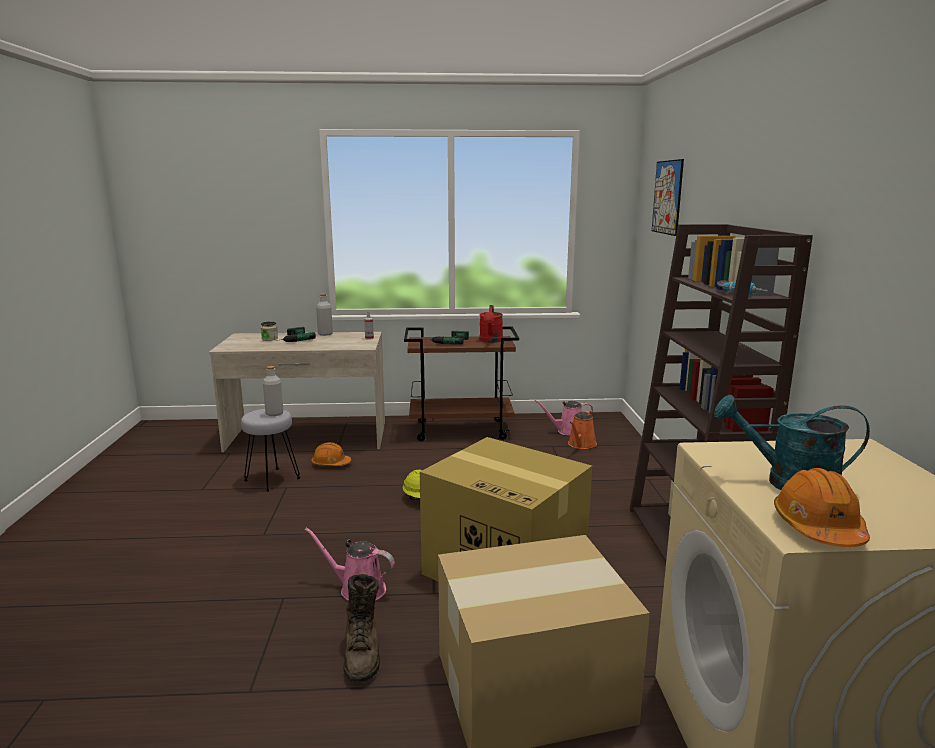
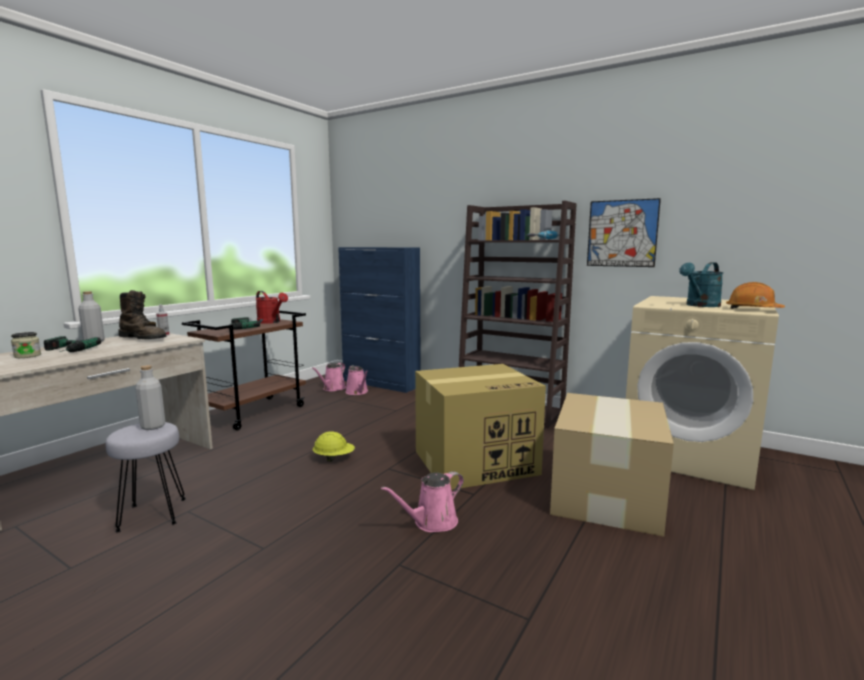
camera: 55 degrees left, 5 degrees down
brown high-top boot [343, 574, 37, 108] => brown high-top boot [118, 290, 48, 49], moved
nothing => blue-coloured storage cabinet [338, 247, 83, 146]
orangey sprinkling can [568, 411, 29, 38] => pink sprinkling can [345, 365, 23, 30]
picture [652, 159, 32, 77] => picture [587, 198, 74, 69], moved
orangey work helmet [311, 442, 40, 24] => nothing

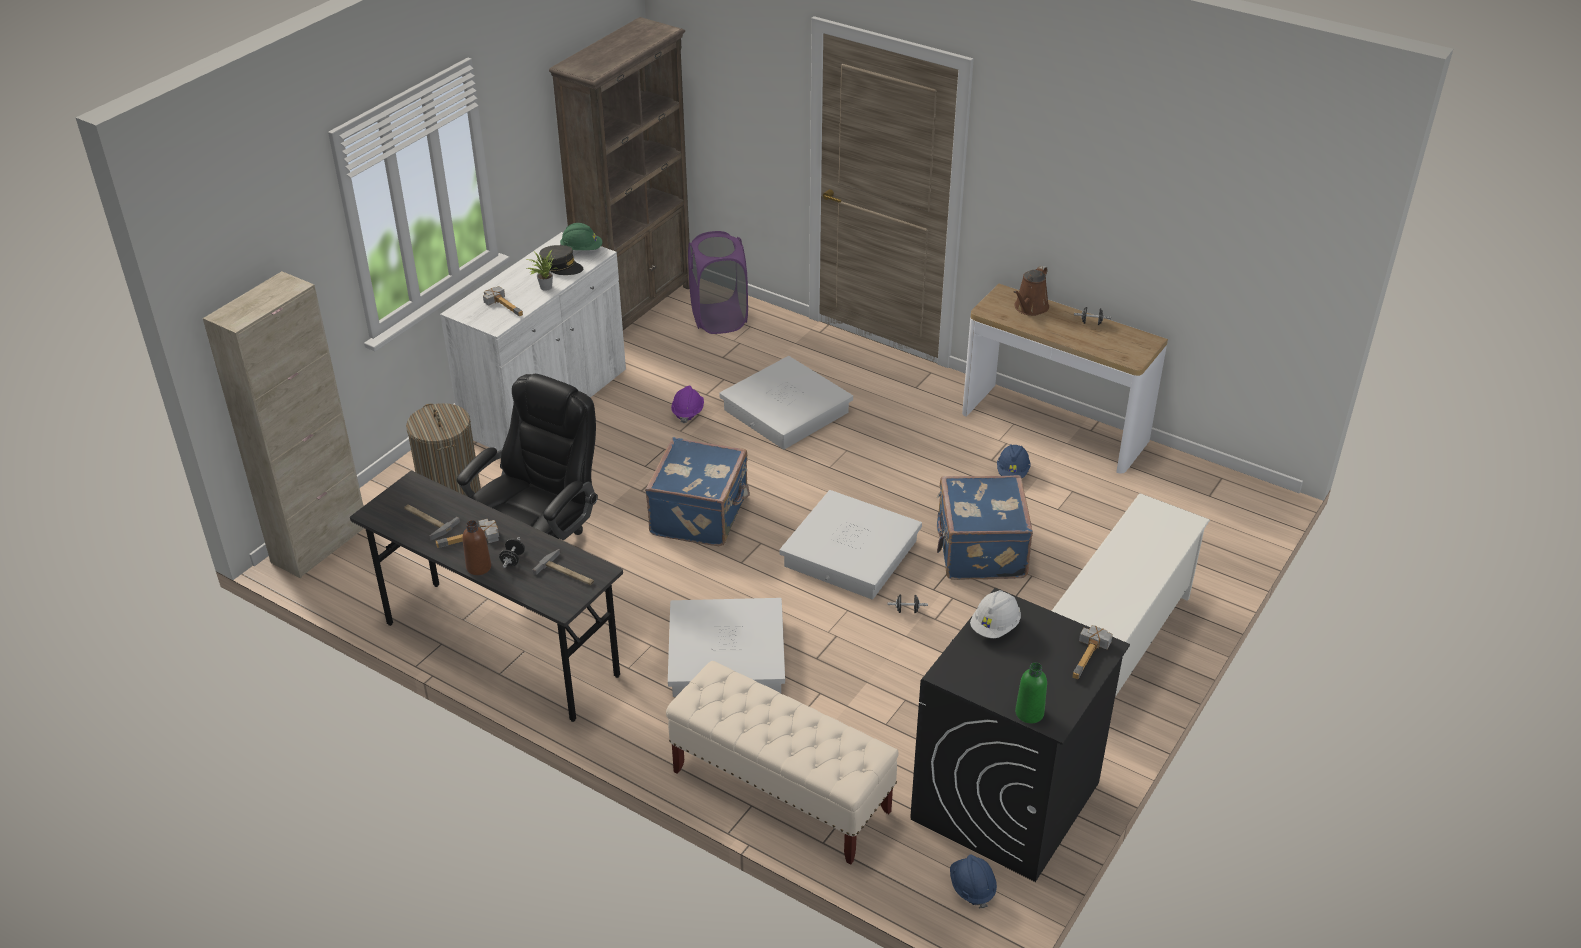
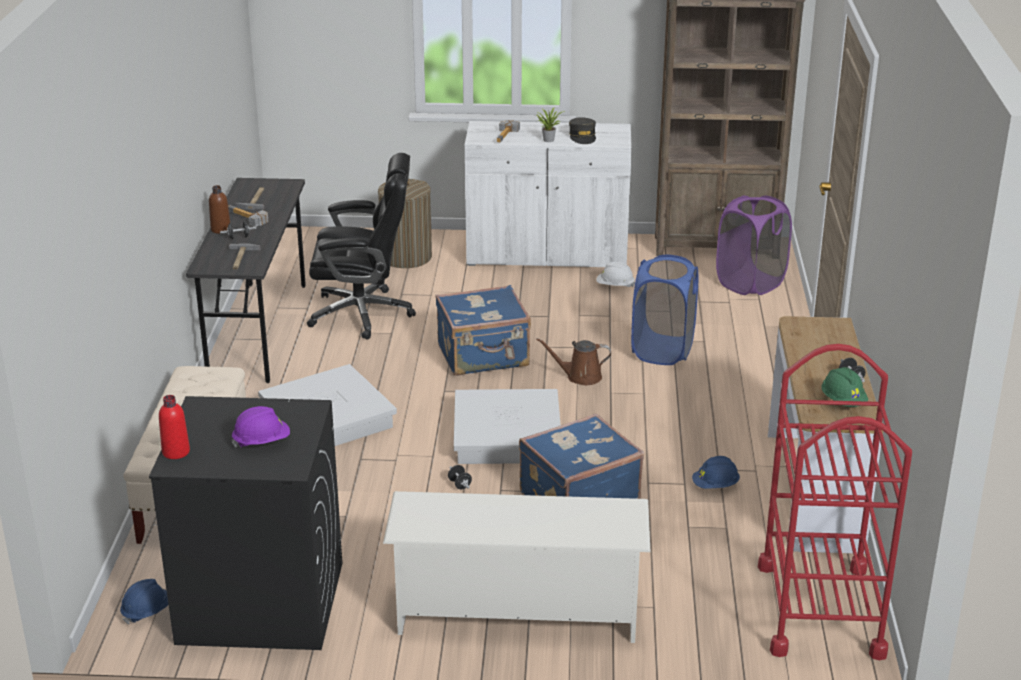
camera: 60 degrees right, 10 degrees down
greenish drink bottle [1015, 662, 32, 61] => red-coloured drink bottle [159, 395, 31, 64]
purplish work helmet [671, 386, 33, 37] => purplish work helmet [232, 406, 58, 42], moved
brown sprinkling can [1014, 266, 35, 50] => brown sprinkling can [536, 338, 75, 47], moved
white-coloured work helmet [970, 590, 51, 48] => white-coloured work helmet [596, 262, 39, 25], moved
white-coloured storage container [719, 356, 134, 94] => blue-coloured washing basket [631, 255, 68, 110]
nothing => red-coloured cart [758, 344, 154, 316]
greenish work helmet [560, 223, 42, 27] => greenish work helmet [821, 367, 47, 40], moved
beige-coloured storage cabinet [203, 271, 161, 307] => nothing
hammer [1072, 625, 41, 54] => nothing

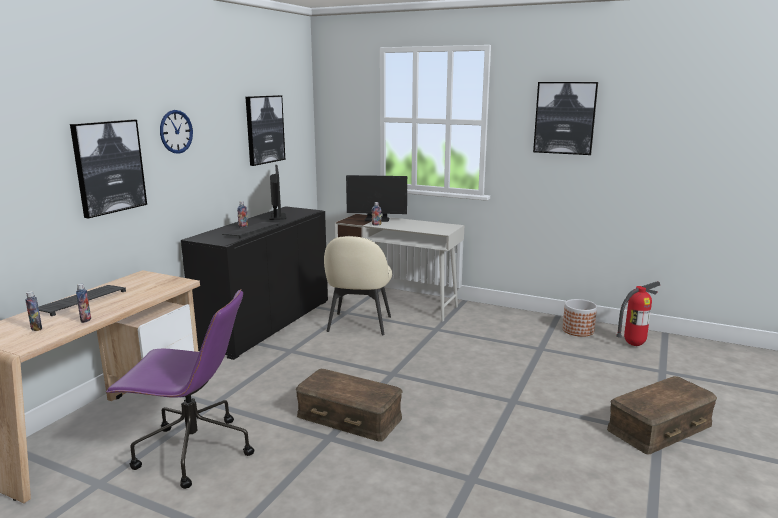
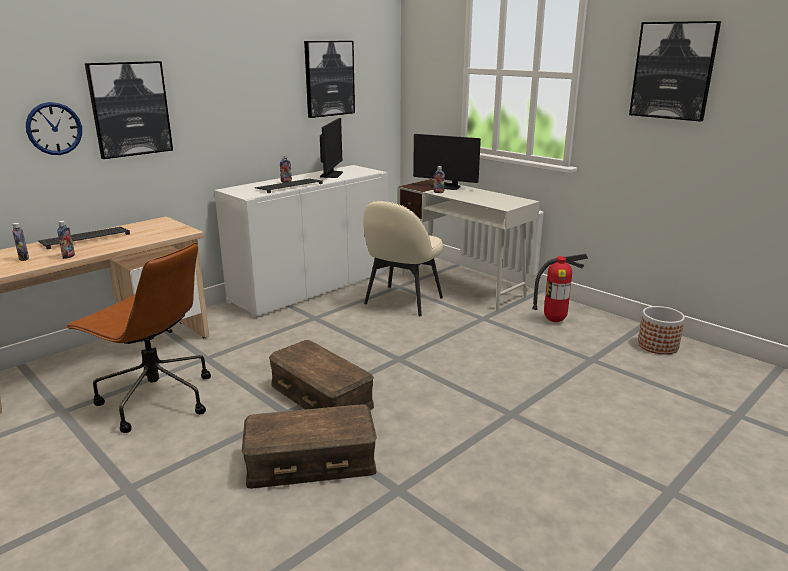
camera: 20 degrees right, 5 degrees up
clock on the wall [160, 110, 33, 44] => clock on the wall [26, 102, 56, 53], moved
purplish desk chair [106, 289, 148, 200] => brown desk chair [65, 242, 146, 191]
black-coloured storage cabinet [181, 206, 147, 154] => white-coloured storage cabinet [214, 165, 174, 153]
brown storage container [607, 376, 110, 78] => brown storage container [242, 404, 135, 85], moved
fire extinguisher [616, 281, 44, 65] => fire extinguisher [532, 254, 56, 68], moved

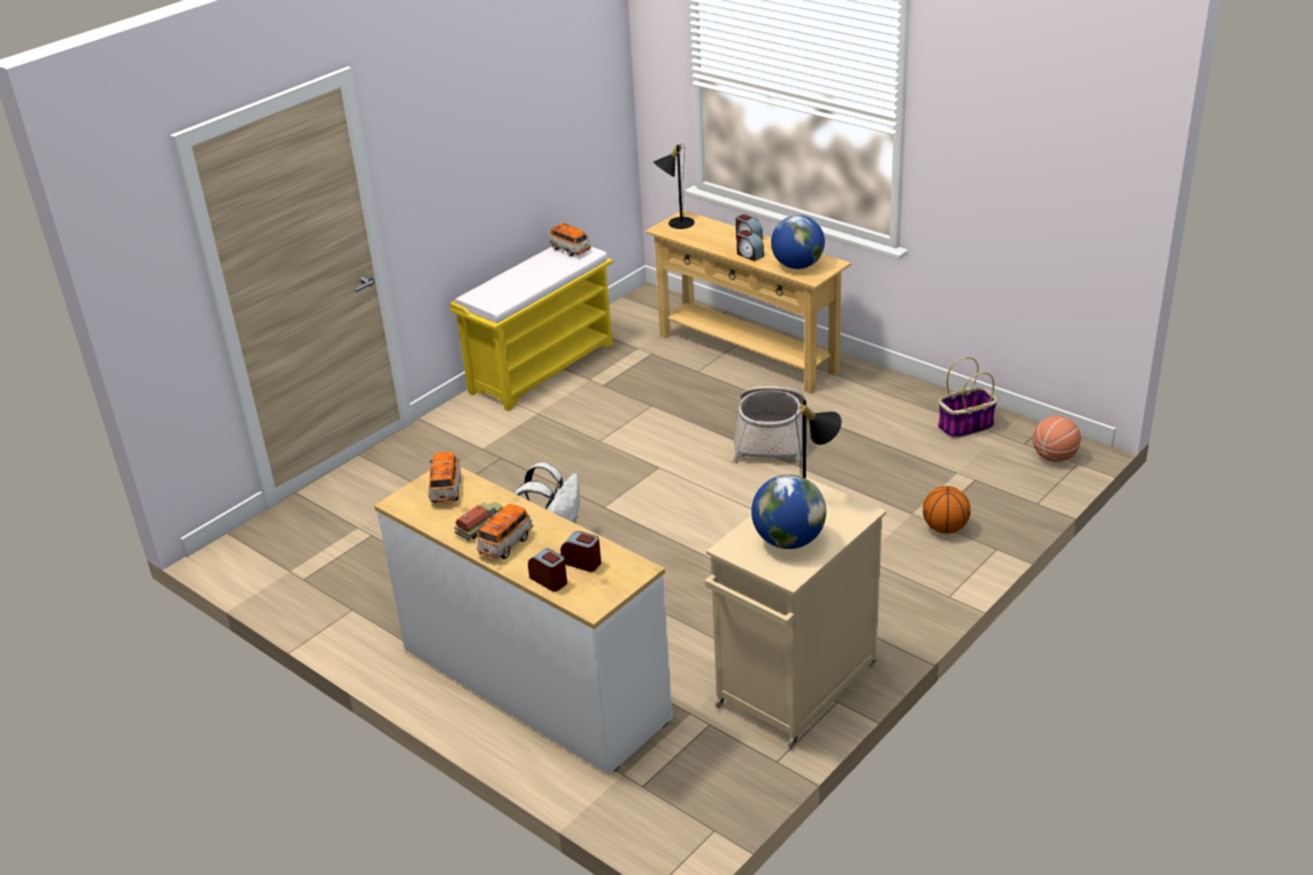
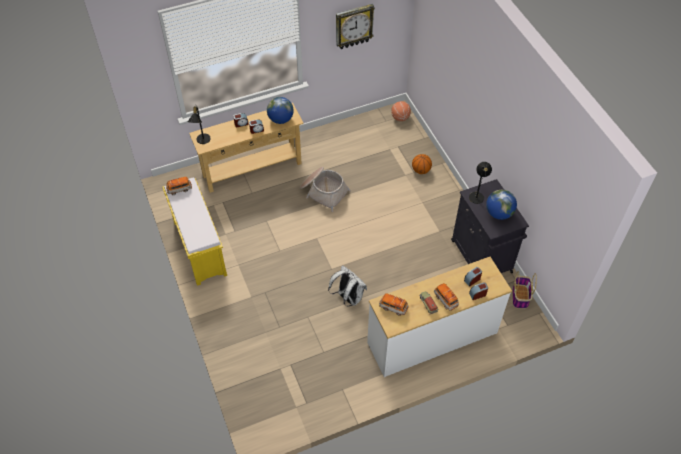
camera: 65 degrees left, 20 degrees up
nothing => clock on the wall [336, 4, 39, 45]
beige-coloured storage cabinet [705, 475, 181, 273] => black-coloured storage cabinet [451, 179, 78, 94]
storage basket [938, 357, 59, 81] => storage basket [513, 271, 24, 38], moved

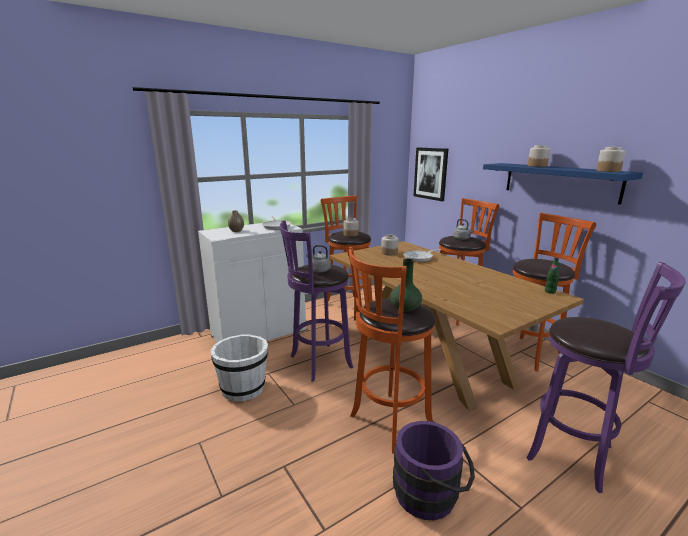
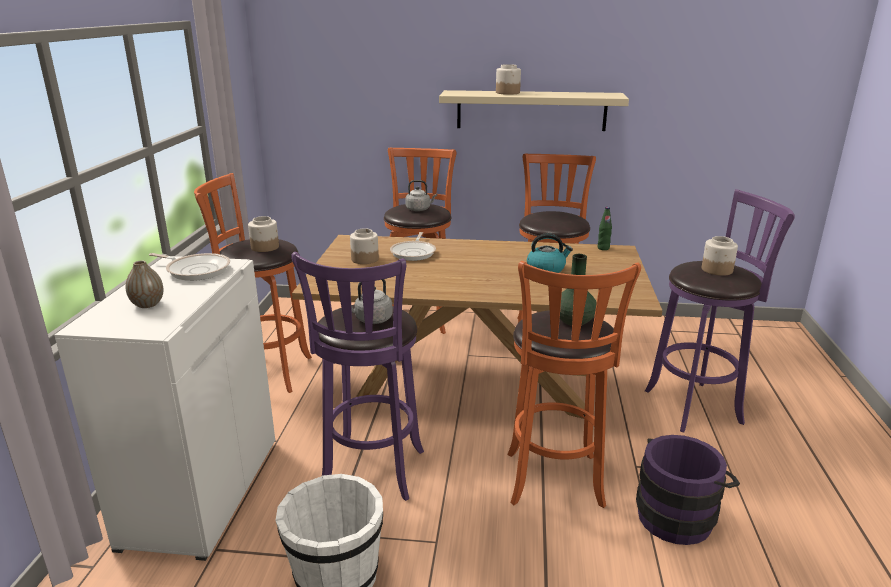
camera: 50 degrees left, 5 degrees up
blue-coloured bracket shelf [483, 163, 160, 42] => beige-coloured bracket shelf [439, 90, 190, 41]
nothing => tea kettle [527, 233, 46, 40]
storage jar [596, 147, 30, 25] => storage jar [702, 236, 36, 40], moved
picture [414, 148, 34, 53] => nothing

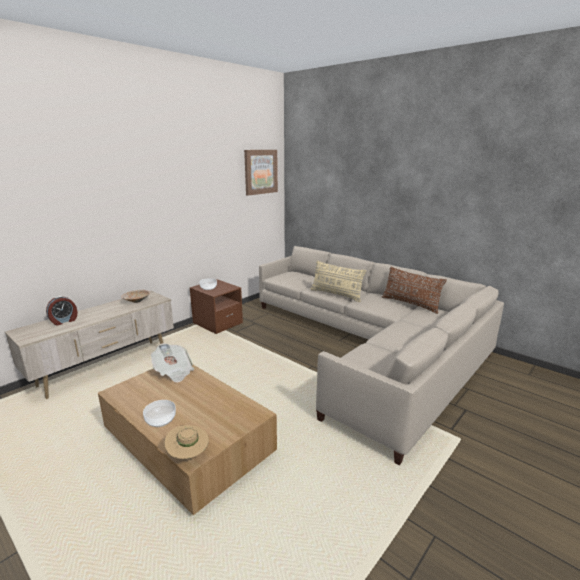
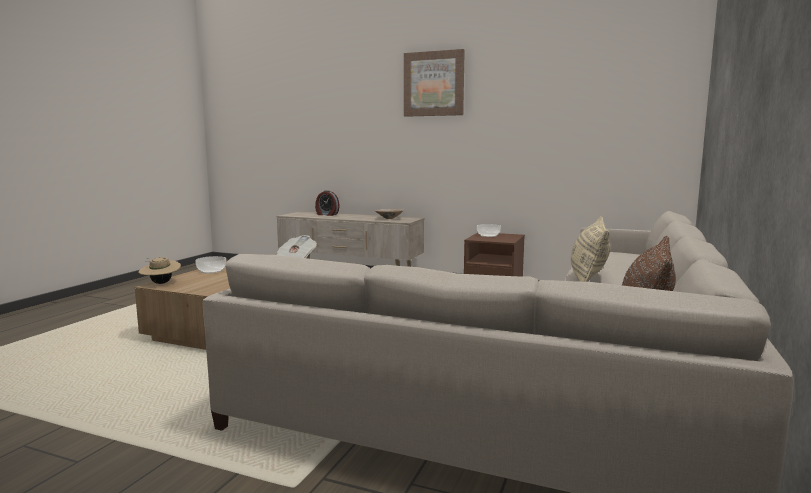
camera: 70 degrees right, 10 degrees down
picture [244, 150, 34, 46] => picture [404, 49, 61, 68], moved

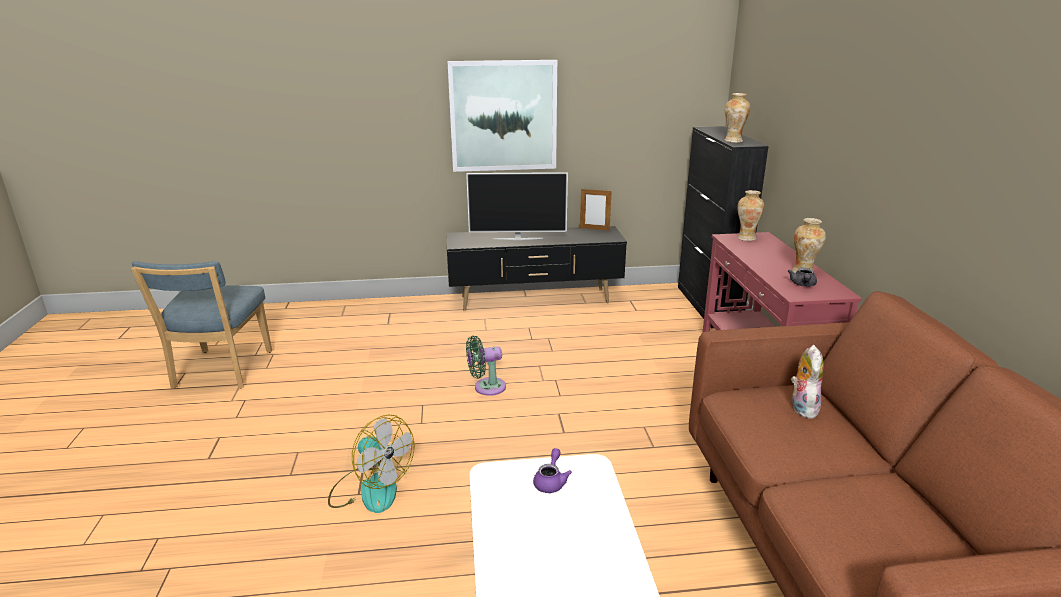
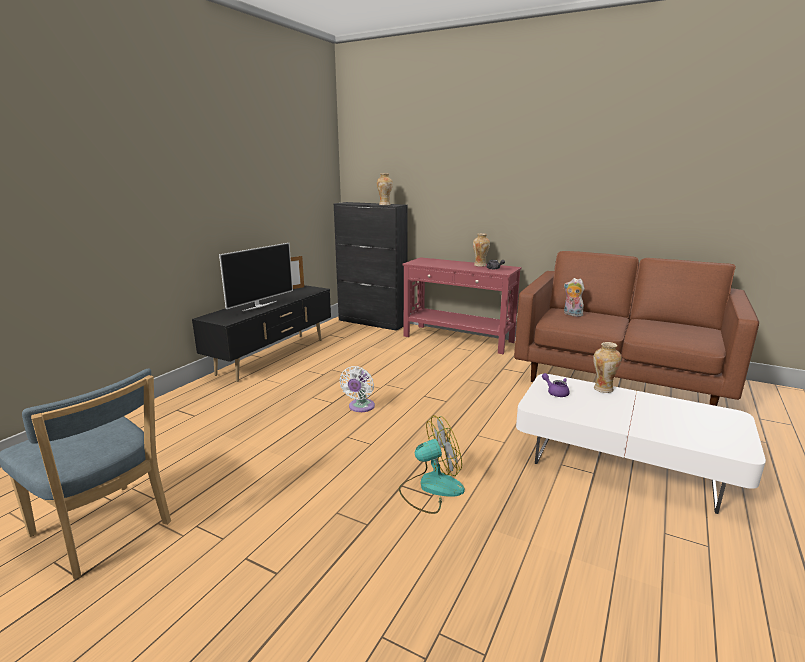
camera: 55 degrees left, 5 degrees down
greenish fan [466, 336, 40, 60] => white-coloured fan [340, 366, 35, 46]
vase [737, 190, 28, 51] => vase [593, 342, 29, 51], moved
picture [447, 60, 110, 112] => nothing

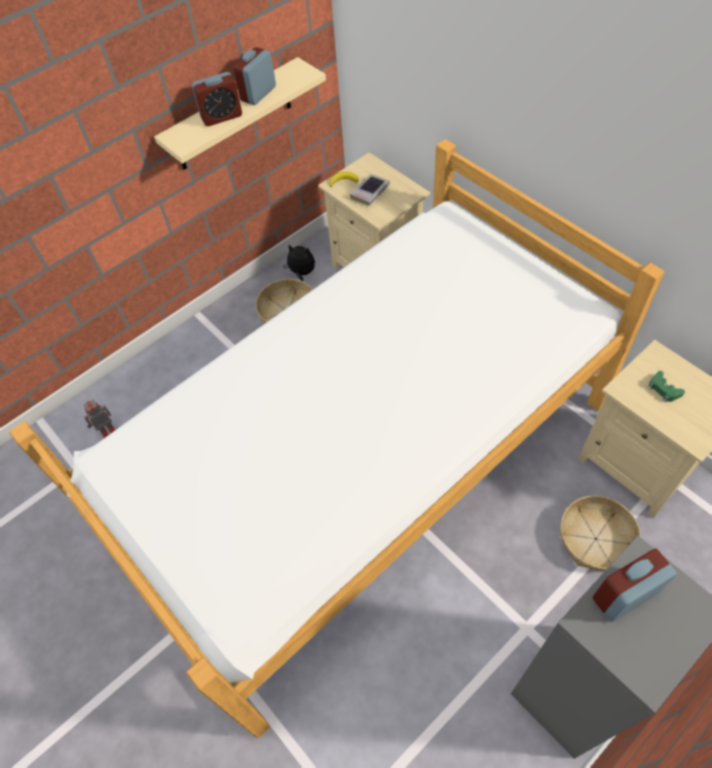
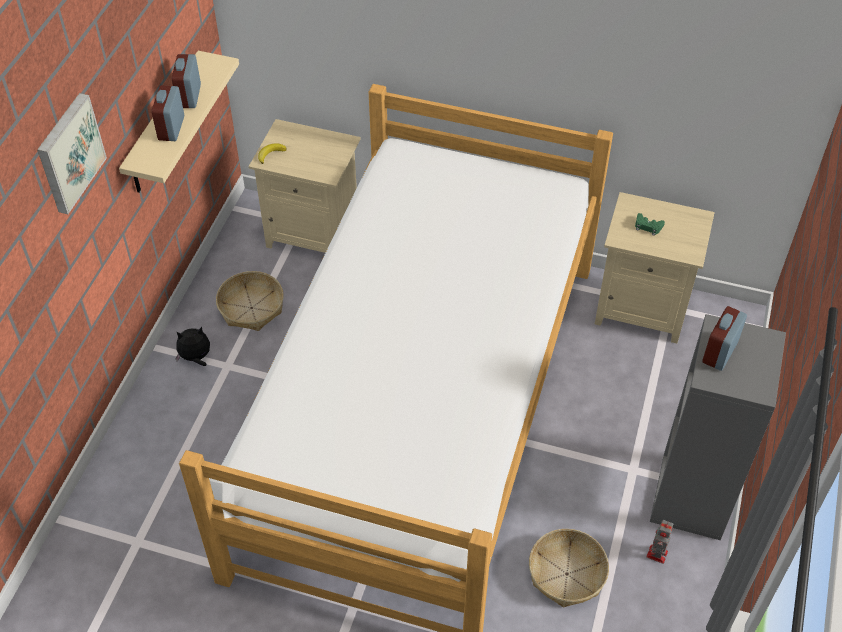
camera: 35 degrees left, 5 degrees down
nothing => picture [37, 93, 70, 121]
alarm clock [192, 72, 50, 54] => alarm clock [151, 85, 33, 56], 150 degrees clockwise
cuddly toy [283, 245, 32, 36] => cuddly toy [175, 327, 35, 39], moved
storage basket [560, 495, 81, 76] => storage basket [529, 529, 80, 79], moved
toy robot [84, 400, 31, 38] => toy robot [646, 520, 27, 44], moved
volume [350, 174, 40, 32] => nothing

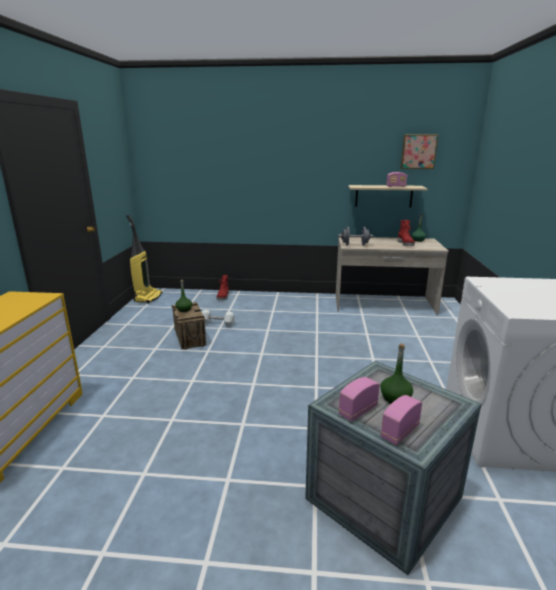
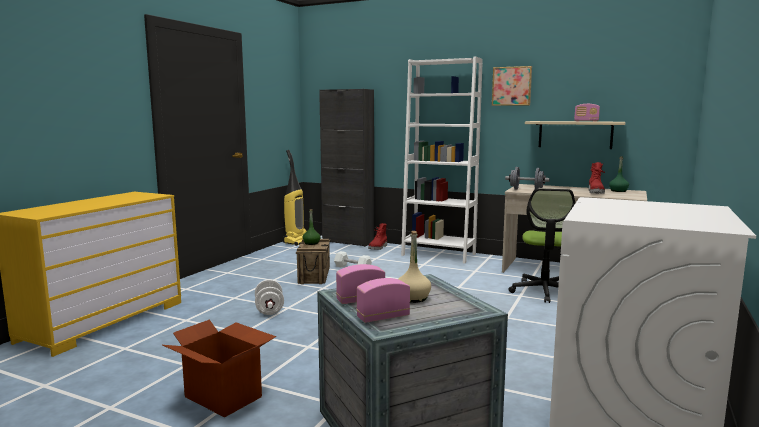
camera: 20 degrees right, 10 degrees down
nothing => carton [162, 319, 114, 98]
nothing => white-coloured hand weight [255, 279, 29, 36]
nothing => black-coloured storage cabinet [319, 89, 55, 158]
greenish drink bottle [381, 344, 32, 60] => beige-coloured drink bottle [398, 231, 33, 72]
nothing => white-coloured bookcase [401, 56, 82, 208]
picture [401, 135, 37, 34] => picture [492, 66, 40, 40], moved
nothing => desk chair [509, 188, 66, 115]

